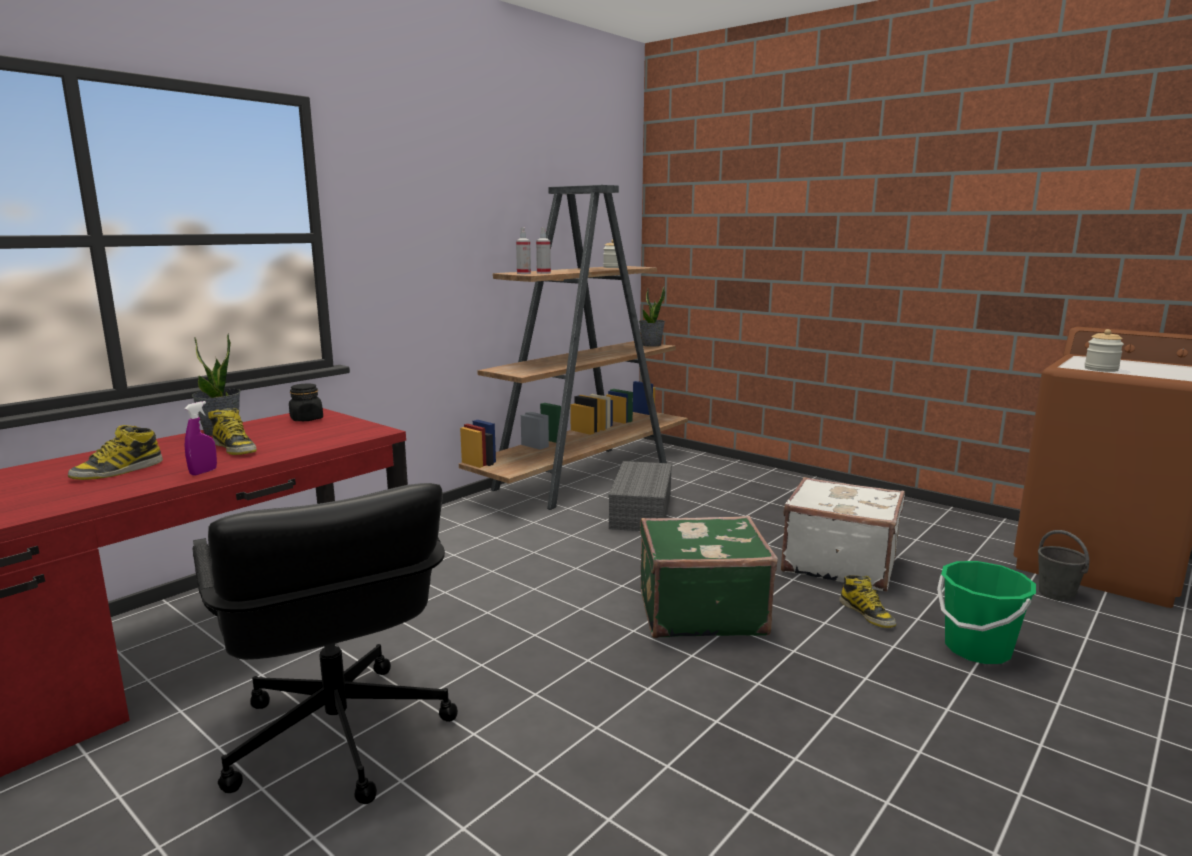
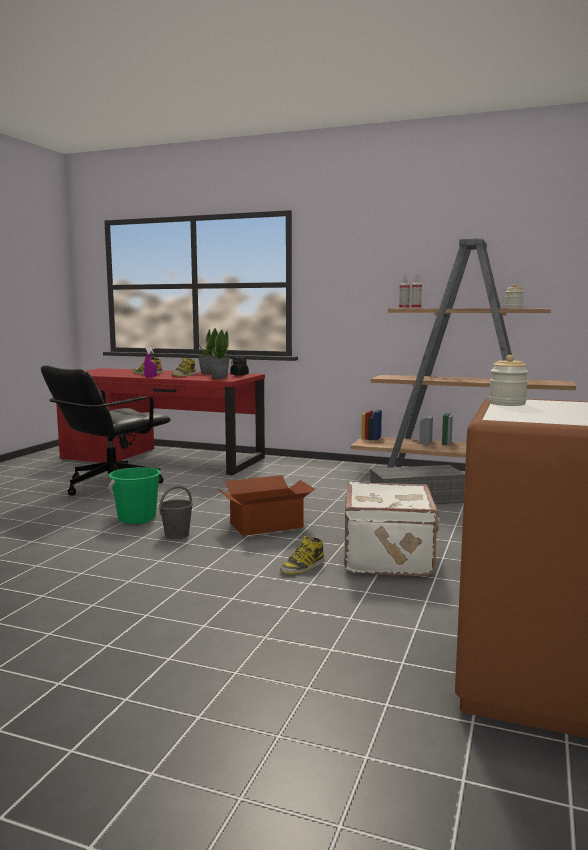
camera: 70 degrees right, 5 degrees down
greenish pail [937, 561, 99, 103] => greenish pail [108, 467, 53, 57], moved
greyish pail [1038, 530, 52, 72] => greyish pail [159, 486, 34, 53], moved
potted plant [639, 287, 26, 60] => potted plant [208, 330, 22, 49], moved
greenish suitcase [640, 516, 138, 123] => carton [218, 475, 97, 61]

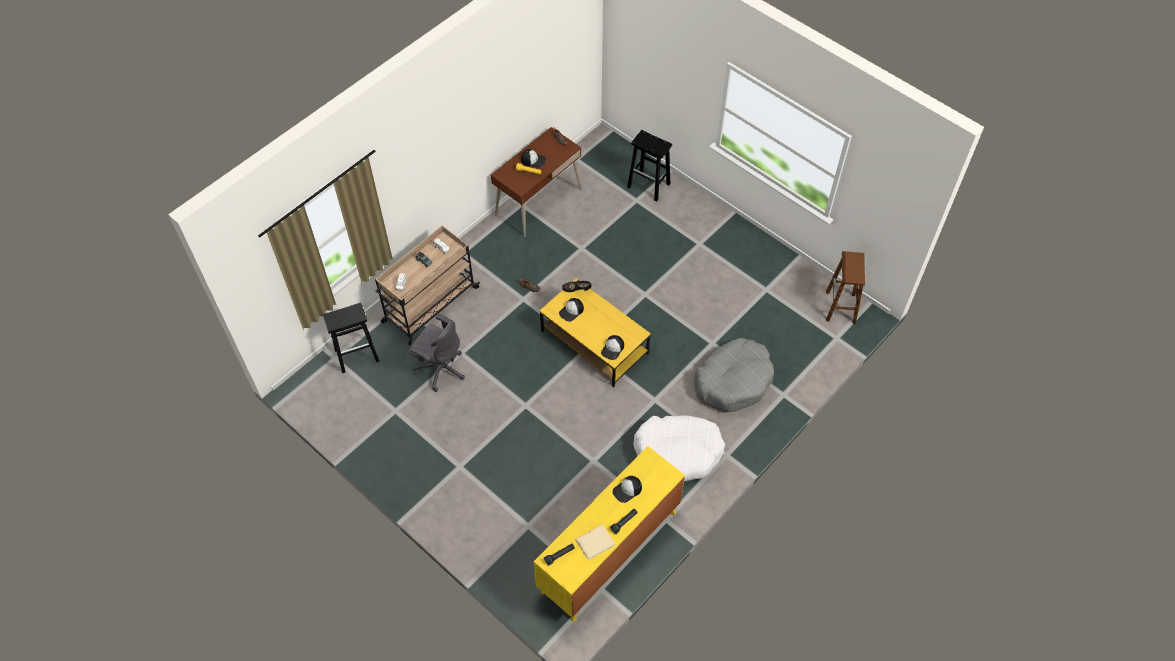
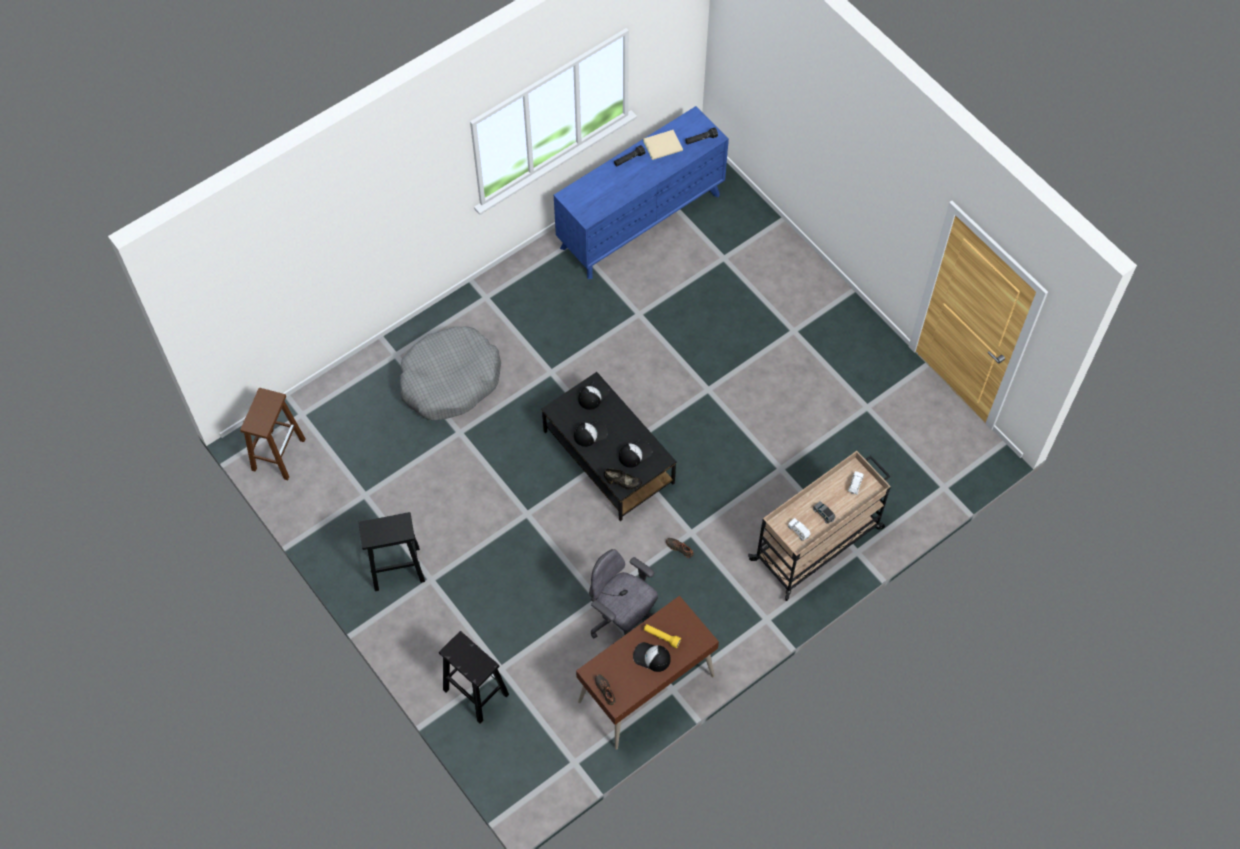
camera: 170 degrees left, 5 degrees up
black-coloured sitting stool [323, 303, 56, 70] => black-coloured sitting stool [358, 512, 67, 79], moved
yellow low table [539, 279, 112, 108] => black-coloured low table [541, 372, 136, 149]
yellow dresser [534, 446, 151, 176] => blue-coloured dresser [554, 106, 175, 173]
cap [612, 476, 30, 27] => cap [574, 421, 34, 26], moved
greyish desk chair [409, 314, 56, 78] => greyish desk chair [589, 549, 69, 89], moved
white-coloured pet bed [633, 415, 92, 67] => nothing

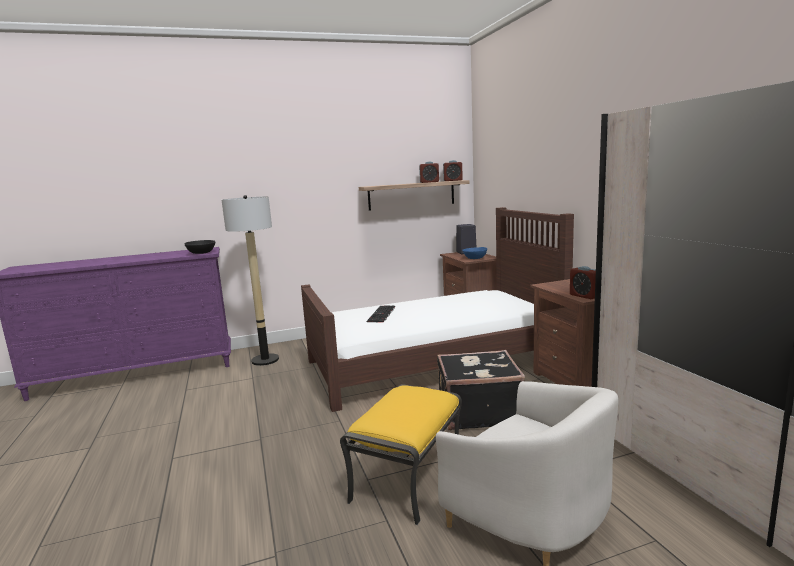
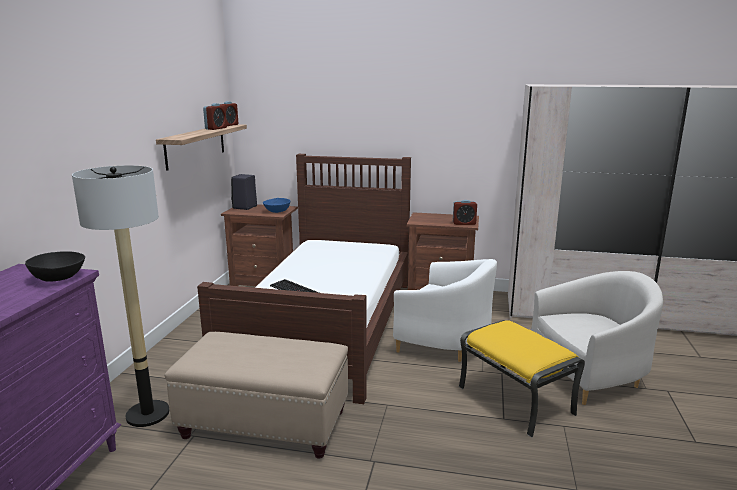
camera: 60 degrees left, 5 degrees up
nothing => beige-coloured ottoman [164, 332, 184, 127]
black-coloured suitcase [437, 350, 88, 81] => white-coloured easy chair [393, 259, 104, 103]

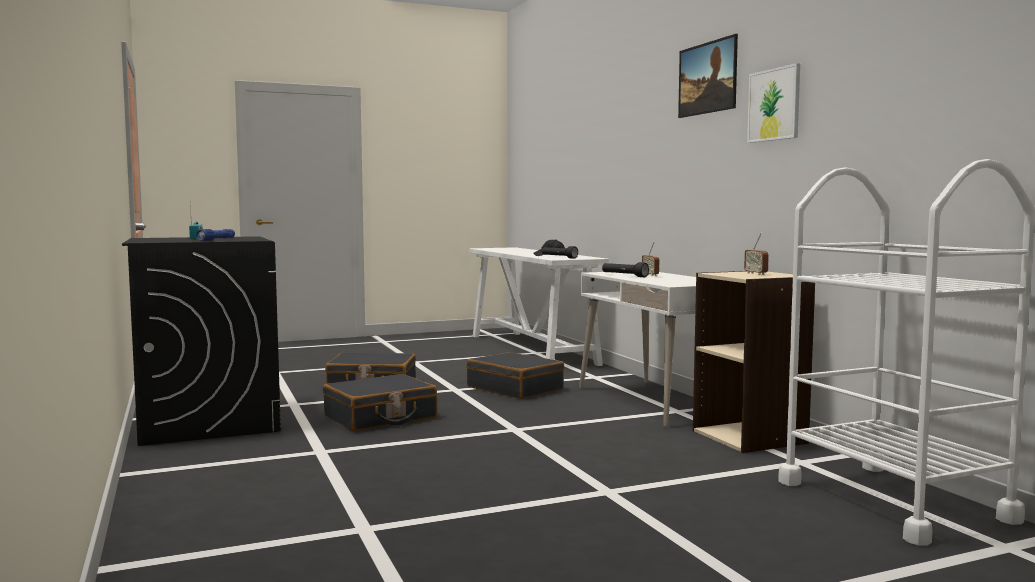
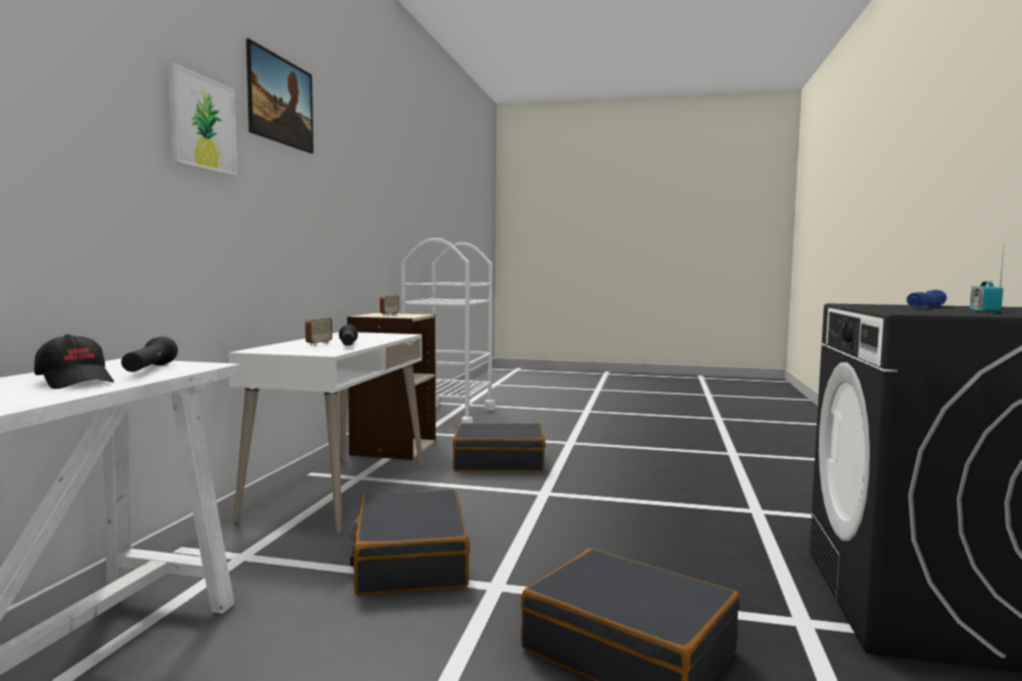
camera: 145 degrees left, 0 degrees up
picture [747, 63, 53, 80] => picture [168, 63, 69, 113], moved
black-coloured suitcase [323, 374, 114, 57] => black-coloured suitcase [453, 423, 92, 48], moved

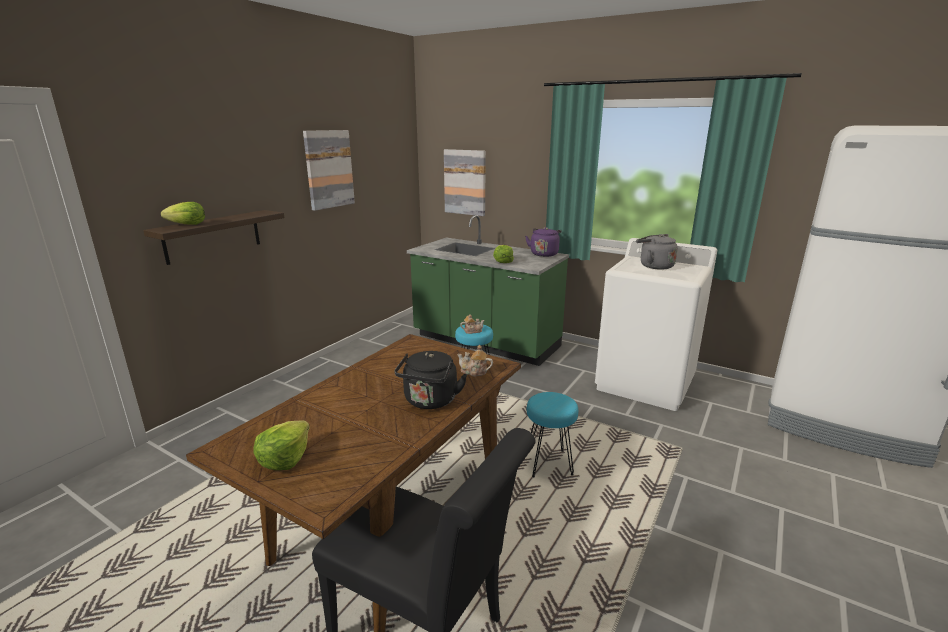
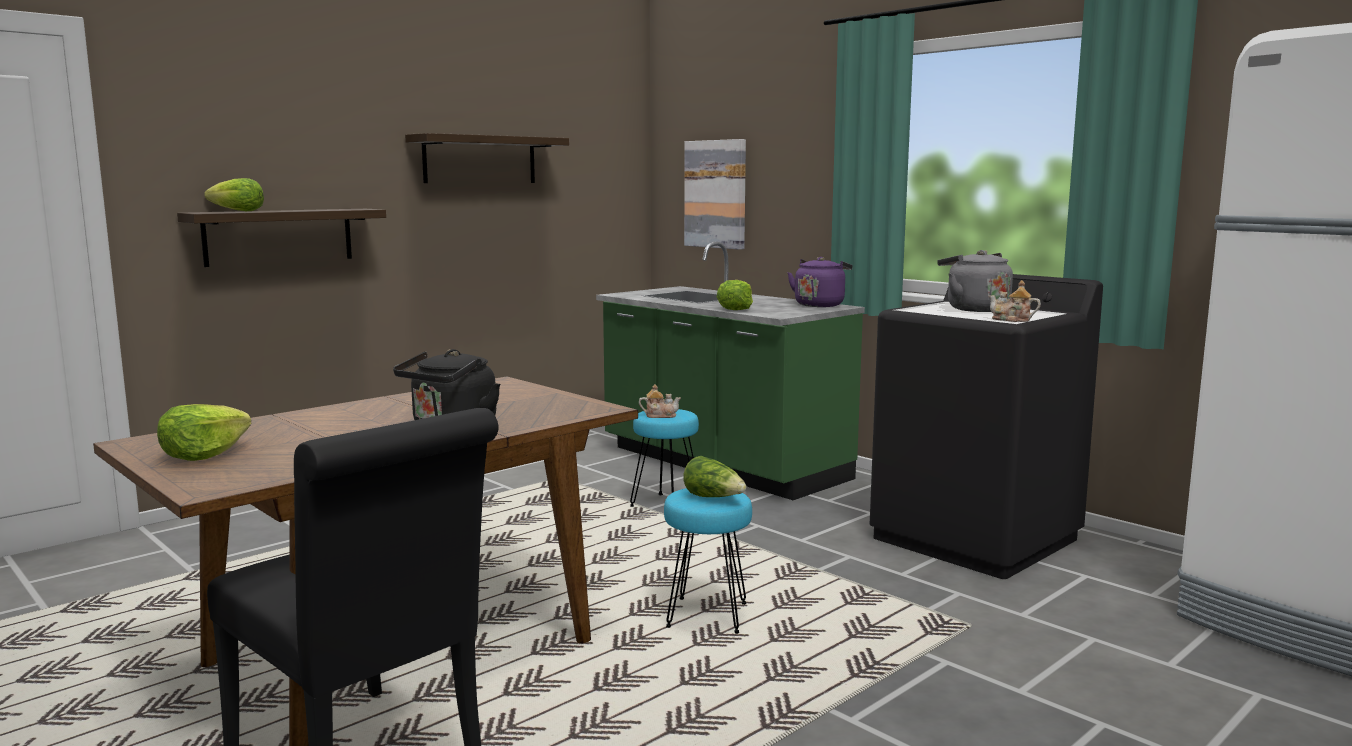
camera: 15 degrees right, 10 degrees down
picture [303, 130, 52, 81] => bracket shelf [405, 133, 164, 50]
nothing => lettuce head [683, 456, 63, 41]
white-coloured washing machine [595, 238, 123, 173] => black-coloured washing machine [870, 274, 233, 305]
teapot [457, 345, 36, 32] => teapot [988, 280, 53, 42], moved

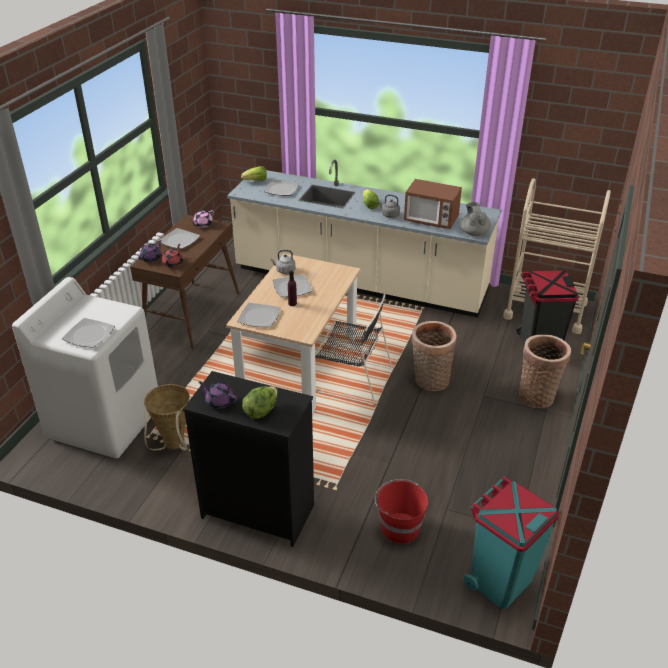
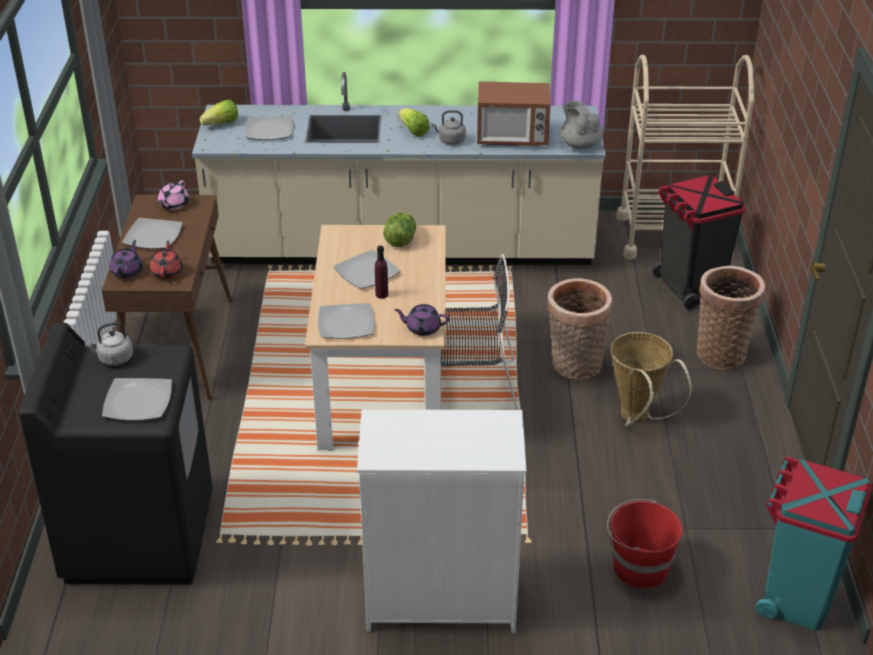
camera: 20 degrees left, 0 degrees up
white-coloured washing machine [12, 277, 146, 182] => black-coloured washing machine [18, 322, 195, 263]
greyish tea kettle [270, 250, 25, 24] => greyish tea kettle [85, 322, 48, 44], moved
black-coloured dresser [183, 371, 131, 176] => white-coloured dresser [357, 409, 169, 224]
lettuce head [242, 386, 36, 33] => lettuce head [383, 213, 33, 34], moved
purplish teapot [198, 381, 40, 28] => purplish teapot [394, 304, 55, 32], moved
storage basket [144, 384, 46, 67] => storage basket [611, 332, 81, 95], moved

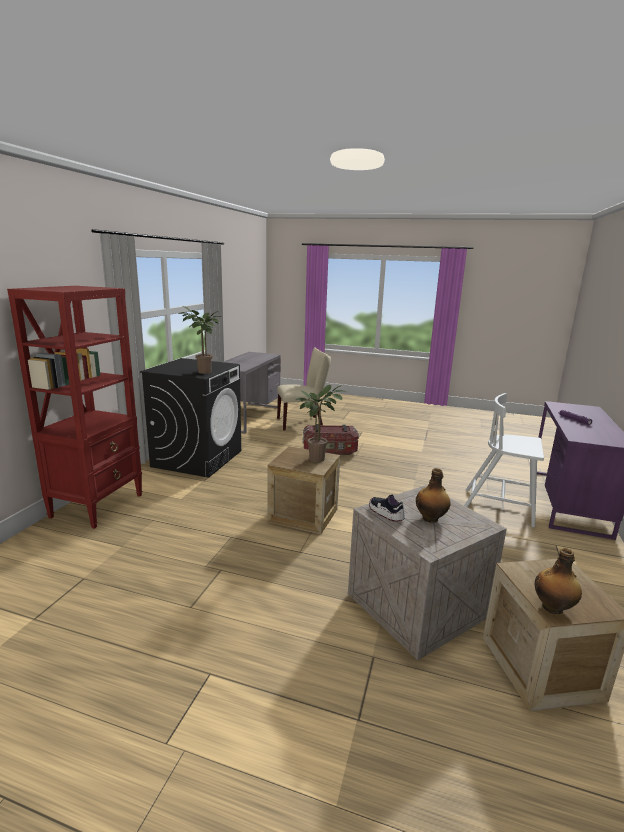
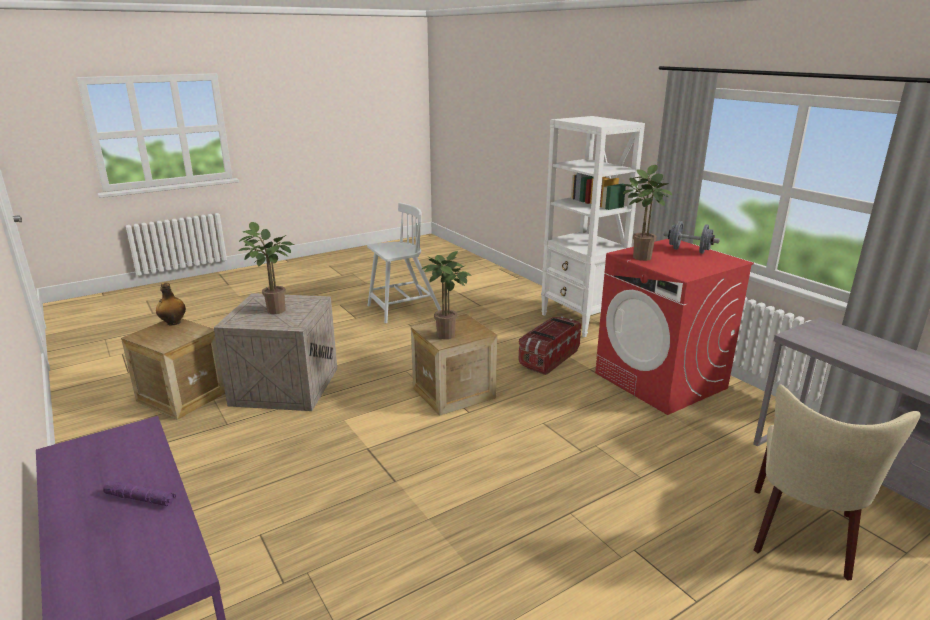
camera: 130 degrees right, 5 degrees up
drink bottle [416, 468, 34, 55] => potted plant [239, 222, 55, 92]
white-coloured chair [464, 393, 80, 134] => white-coloured chair [367, 203, 74, 120], moved
storage container [303, 424, 56, 31] => storage container [518, 316, 63, 59], moved
red-coloured bookcase [7, 286, 135, 243] => white-coloured bookcase [541, 116, 104, 221]
black-coloured washing machine [140, 358, 101, 120] => red-coloured washing machine [595, 239, 159, 176]
nothing => greyish hand weight [664, 221, 56, 32]
low shoe [369, 495, 36, 27] => nothing

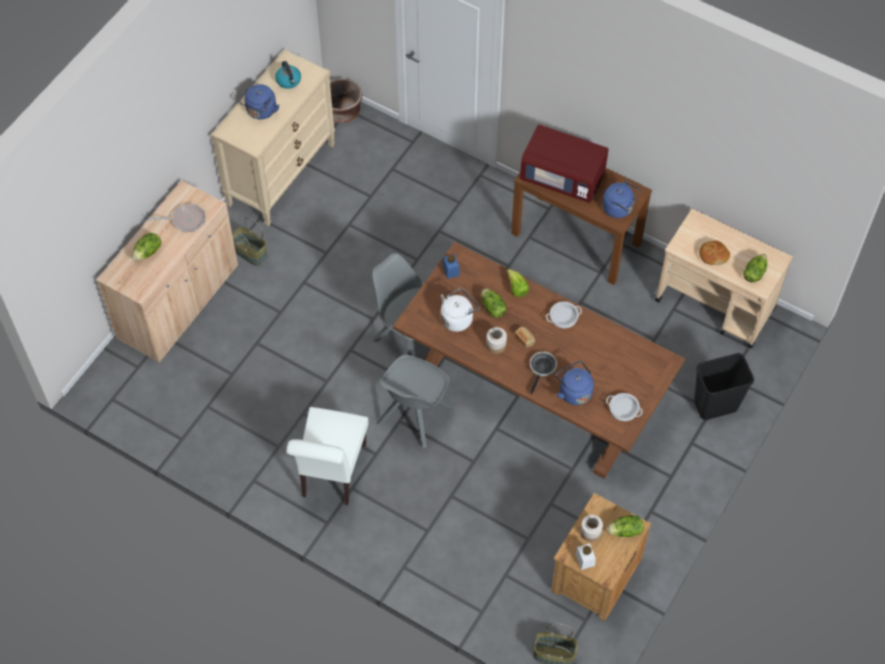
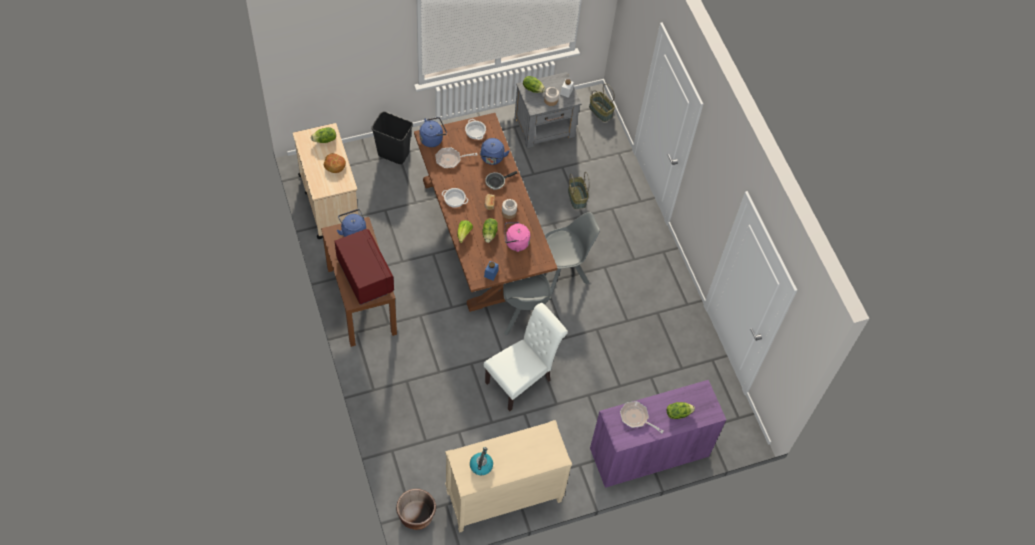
camera: 145 degrees left, 0 degrees up
blue-coloured tea kettle [239, 84, 40, 35] => blue-coloured tea kettle [419, 117, 28, 30], moved
nothing => frying pan [435, 147, 42, 21]
white-coloured chair [286, 407, 82, 98] => white-coloured chair [484, 303, 84, 108], moved
white-coloured tea kettle [441, 288, 39, 44] => pink tea kettle [504, 222, 26, 30]
brown nightstand [551, 493, 100, 128] => greyish nightstand [514, 72, 68, 77]
storage basket [232, 217, 35, 49] => storage basket [568, 172, 22, 37], moved
beige-coloured storage cabinet [96, 180, 142, 182] => purplish storage cabinet [590, 380, 136, 108]

